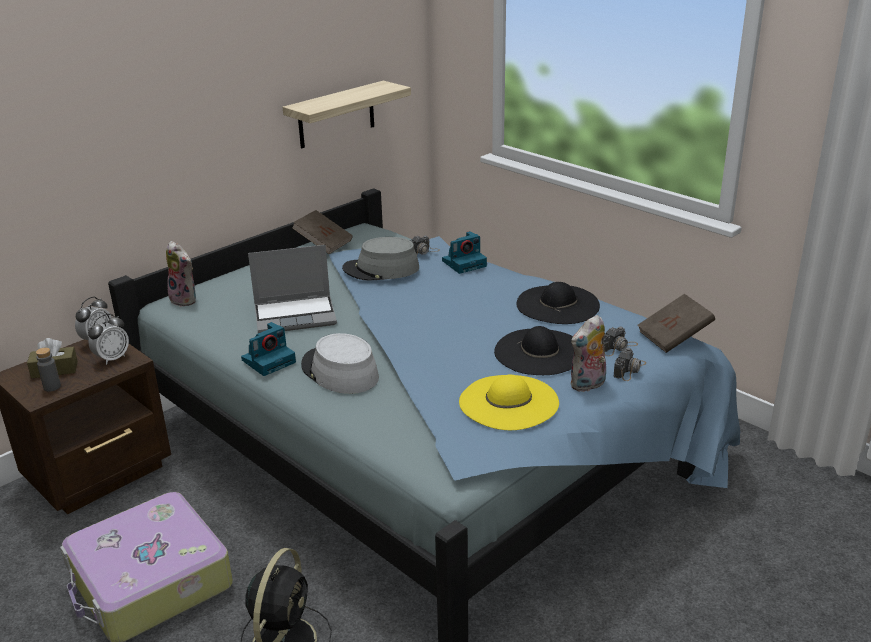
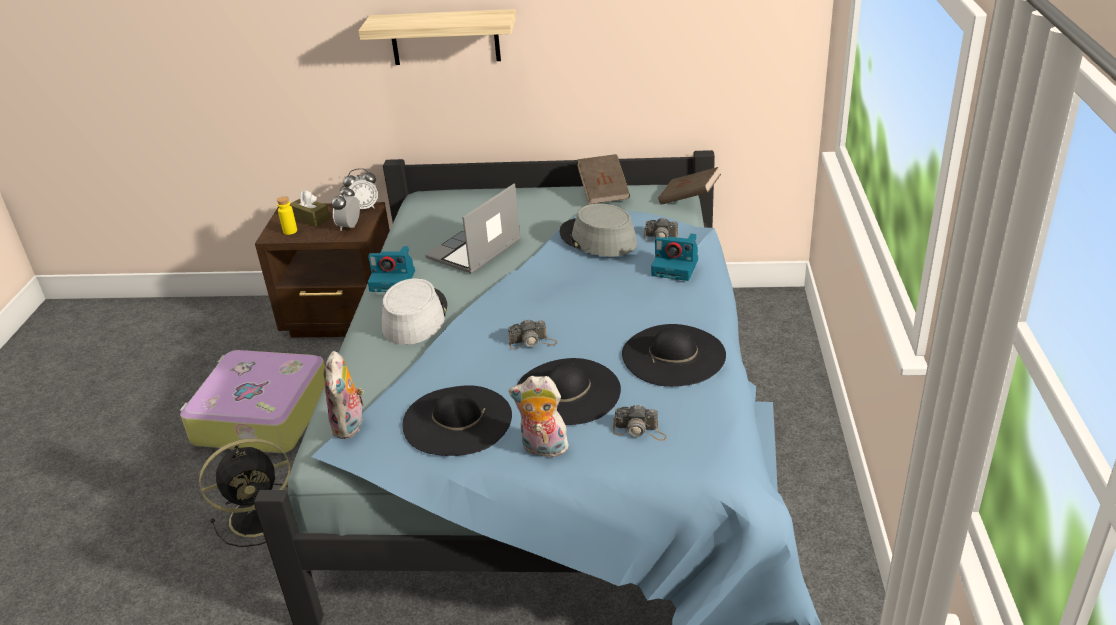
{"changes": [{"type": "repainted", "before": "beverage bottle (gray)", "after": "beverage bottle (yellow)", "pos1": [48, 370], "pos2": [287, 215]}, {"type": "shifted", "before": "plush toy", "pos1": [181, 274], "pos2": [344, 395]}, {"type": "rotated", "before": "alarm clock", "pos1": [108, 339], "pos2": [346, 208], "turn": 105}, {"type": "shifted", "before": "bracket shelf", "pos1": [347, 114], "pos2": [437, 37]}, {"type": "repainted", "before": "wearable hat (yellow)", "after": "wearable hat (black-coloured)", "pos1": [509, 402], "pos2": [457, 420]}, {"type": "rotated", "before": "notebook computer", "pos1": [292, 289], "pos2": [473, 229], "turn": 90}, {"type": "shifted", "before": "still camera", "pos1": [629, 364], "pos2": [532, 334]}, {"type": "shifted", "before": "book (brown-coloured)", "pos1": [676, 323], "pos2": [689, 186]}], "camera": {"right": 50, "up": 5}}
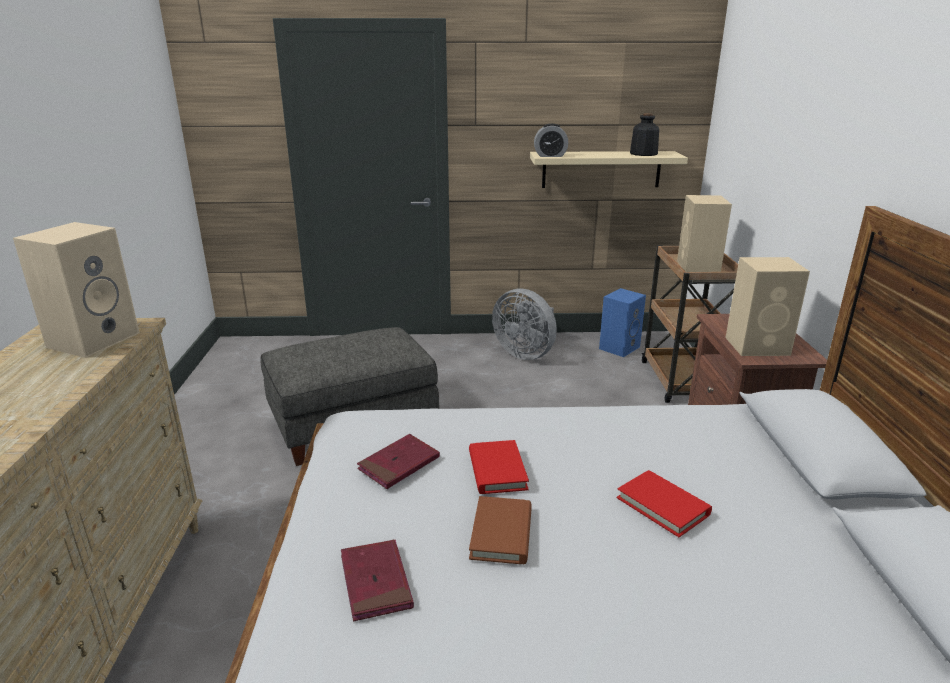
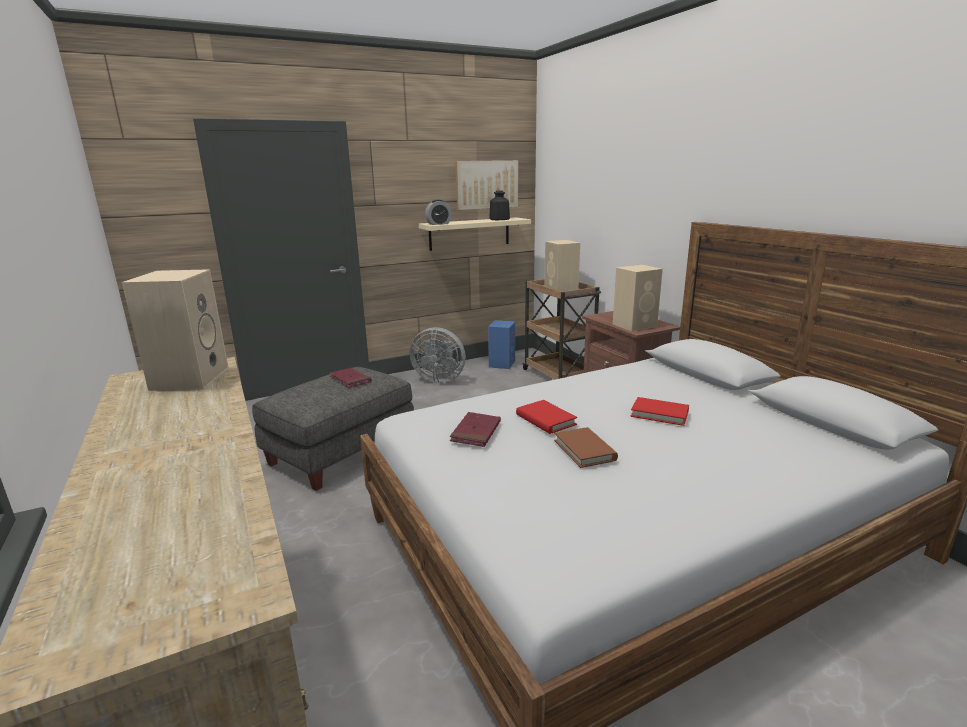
{"changes": [{"type": "shifted", "before": "book (red-coloured)", "pos1": [377, 580], "pos2": [350, 378]}, {"type": "new", "after": "picture", "pos2": [486, 185]}], "camera": {"right": -25, "up": -5}}
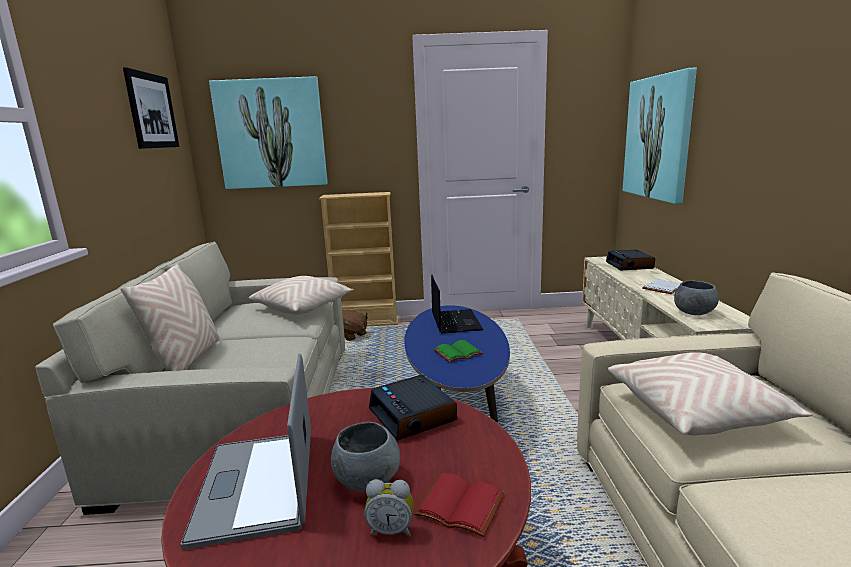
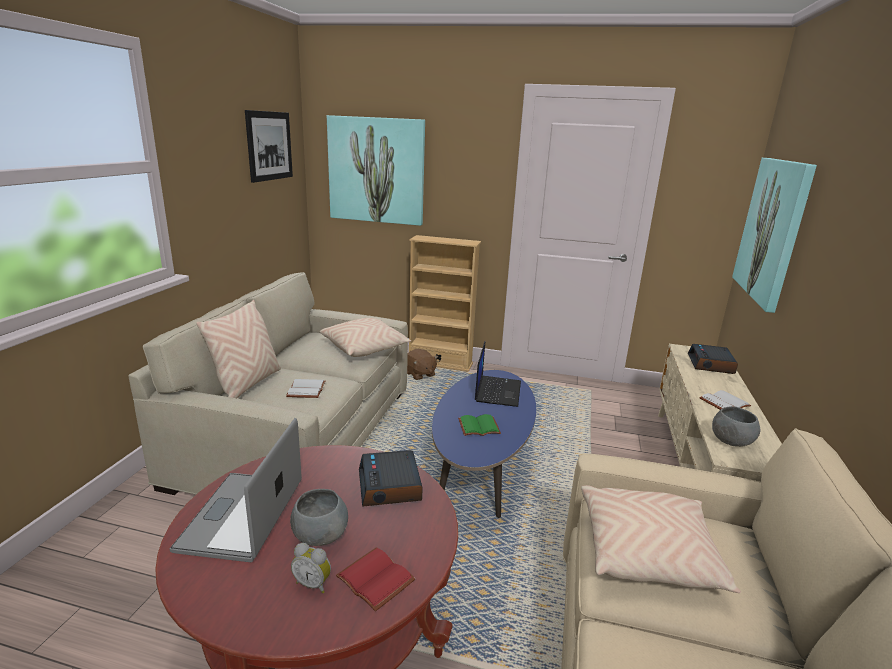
{"changes": [{"type": "new", "after": "book (white-coloured)", "pos2": [306, 388]}], "camera": {"right": 15, "up": 5}}
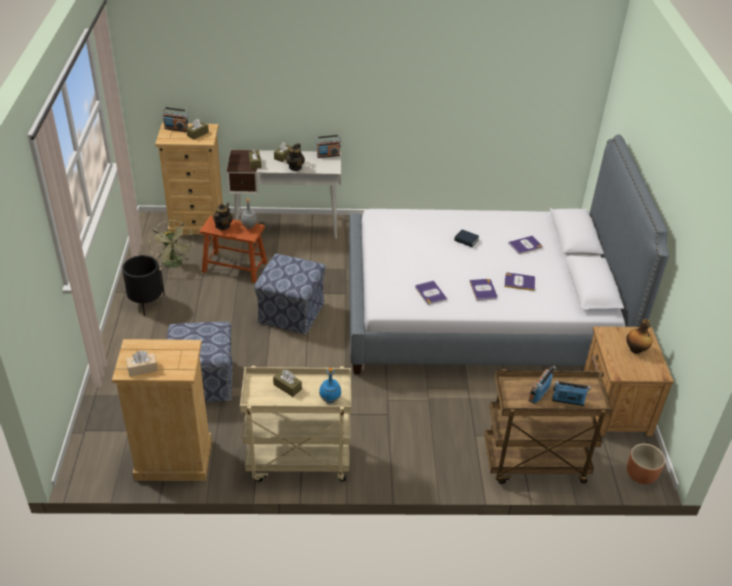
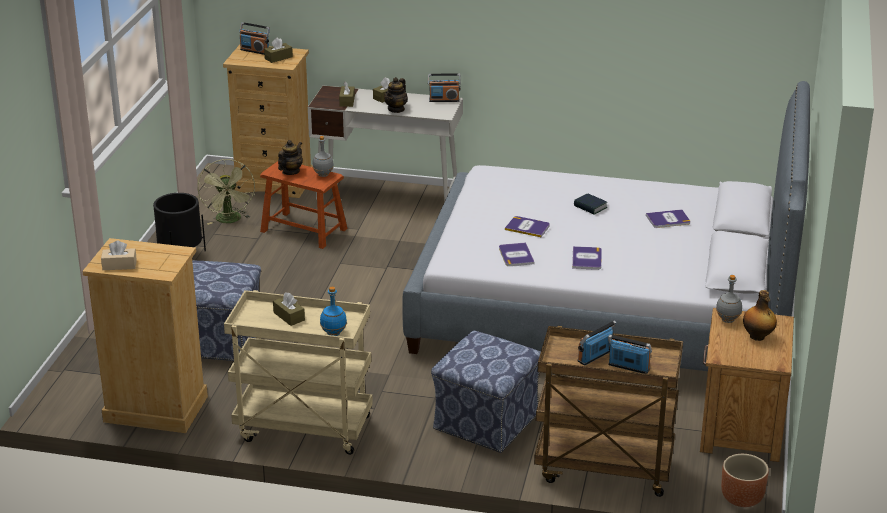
{"changes": [{"type": "shifted", "before": "ottoman", "pos1": [290, 294], "pos2": [486, 392]}, {"type": "shifted", "before": "book", "pos1": [519, 282], "pos2": [527, 226]}, {"type": "new", "after": "beverage bottle (gray)", "pos2": [729, 299]}], "camera": {"right": 15, "up": -10}}
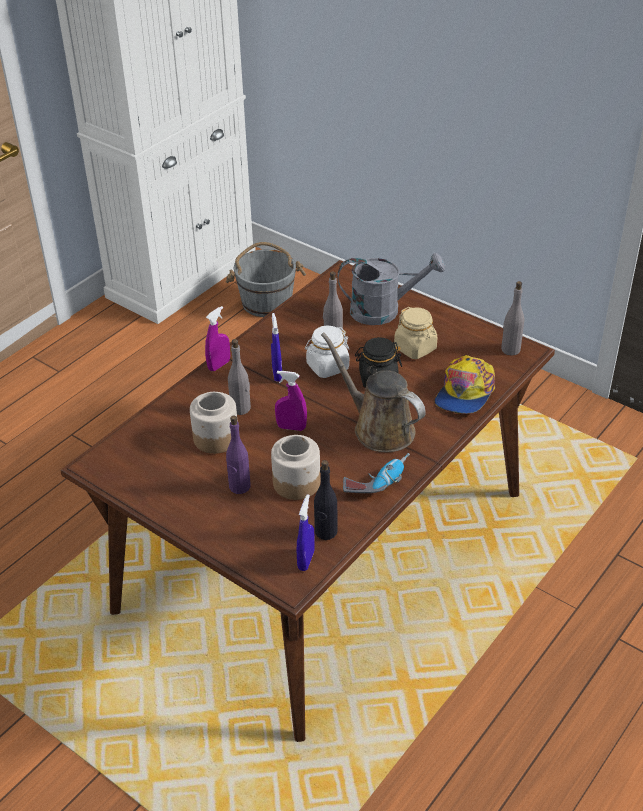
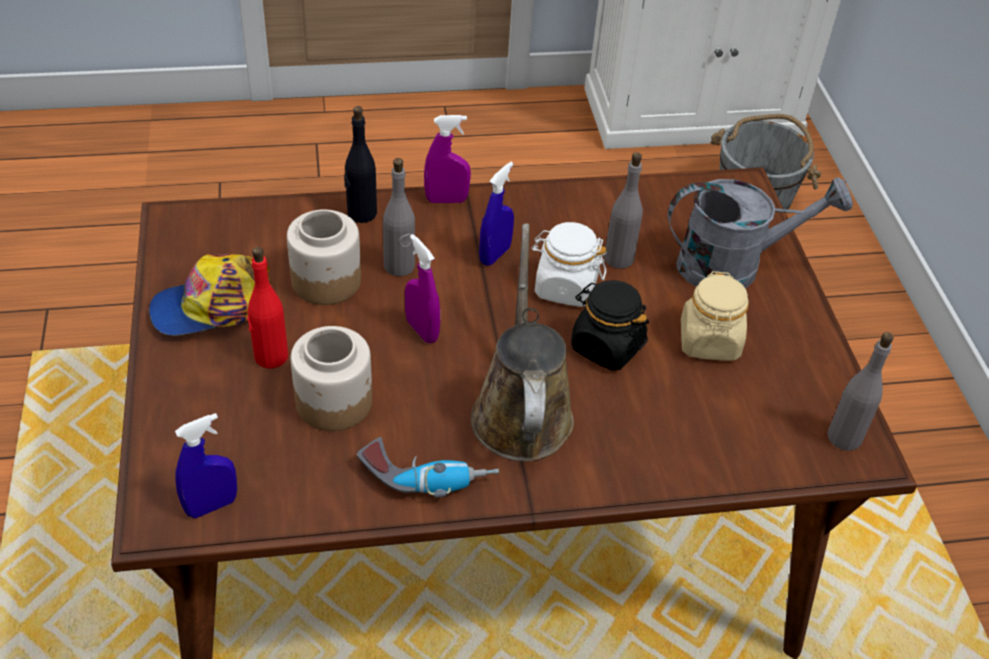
{"changes": [{"type": "shifted", "before": "baseball cap", "pos1": [465, 384], "pos2": [210, 295]}, {"type": "repainted", "before": "beverage bottle (purplish)", "after": "beverage bottle (red-coloured)", "pos1": [238, 454], "pos2": [267, 307]}, {"type": "shifted", "before": "beverage bottle (black-coloured)", "pos1": [326, 500], "pos2": [360, 164]}, {"type": "rotated", "before": "sprinkling can (gray)", "pos1": [391, 289], "pos2": [760, 232], "turn": -45}], "camera": {"right": 40, "up": 5}}
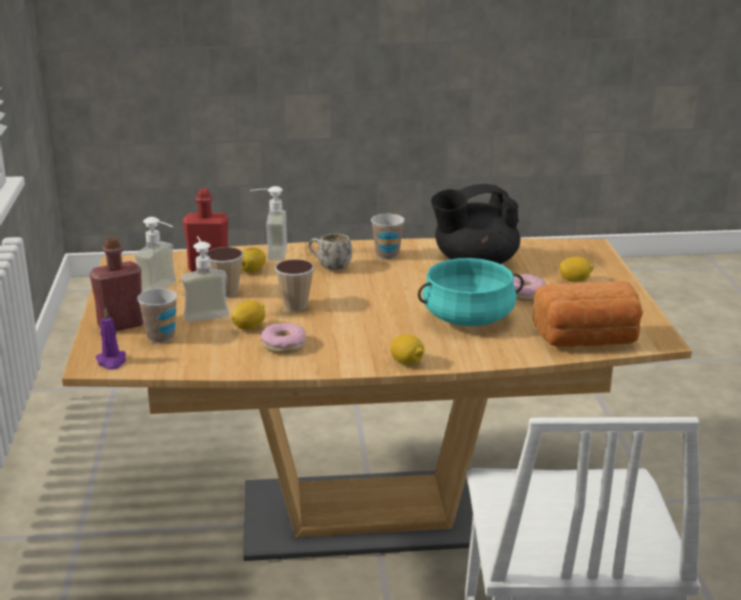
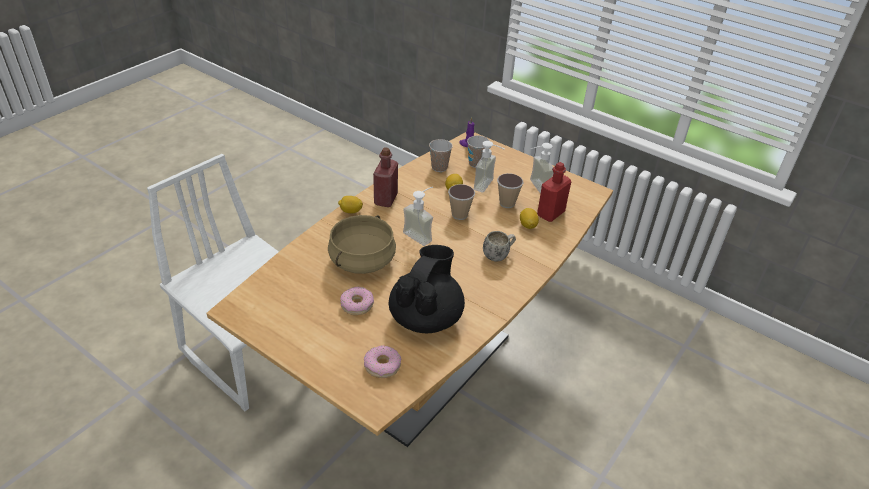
{"changes": [{"type": "repainted", "before": "cooking pot (blue-green)", "after": "cooking pot (beige)", "pos1": [471, 292], "pos2": [362, 244]}, {"type": "shifted", "before": "ring doughnut", "pos1": [283, 338], "pos2": [382, 361]}, {"type": "shifted", "before": "beverage bottle (red-coloured)", "pos1": [117, 284], "pos2": [385, 177]}, {"type": "shifted", "before": "liquid soap bottle", "pos1": [268, 223], "pos2": [418, 216]}, {"type": "shifted", "before": "drinking cup", "pos1": [388, 237], "pos2": [441, 155]}, {"type": "gone", "before": "bread", "pos1": [588, 314]}, {"type": "gone", "before": "lemon", "pos1": [576, 269]}], "camera": {"right": 130, "up": 15}}
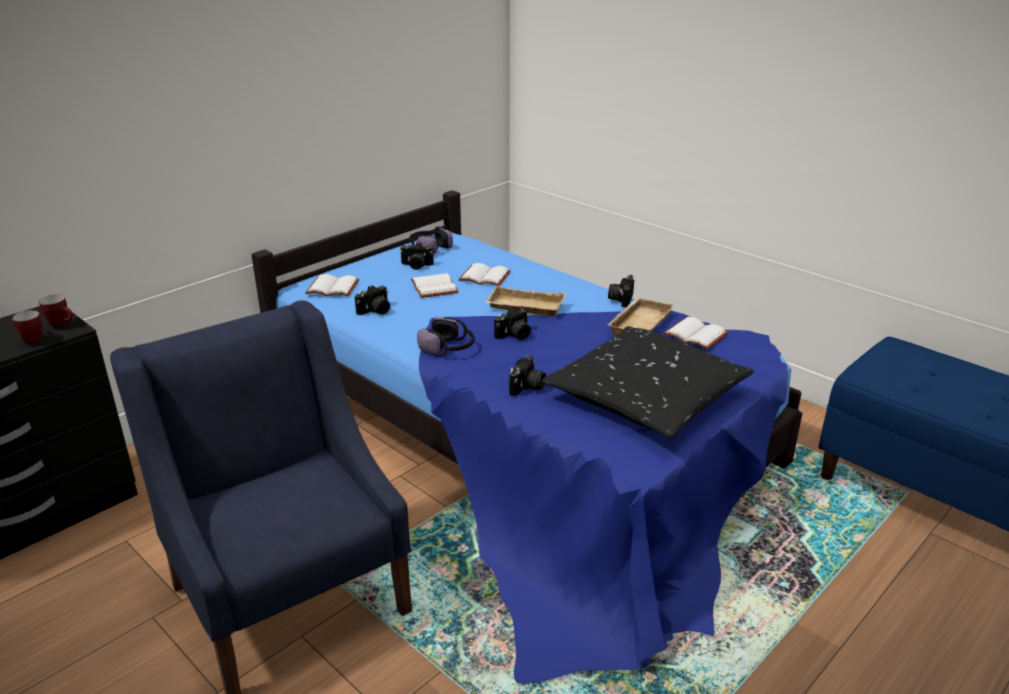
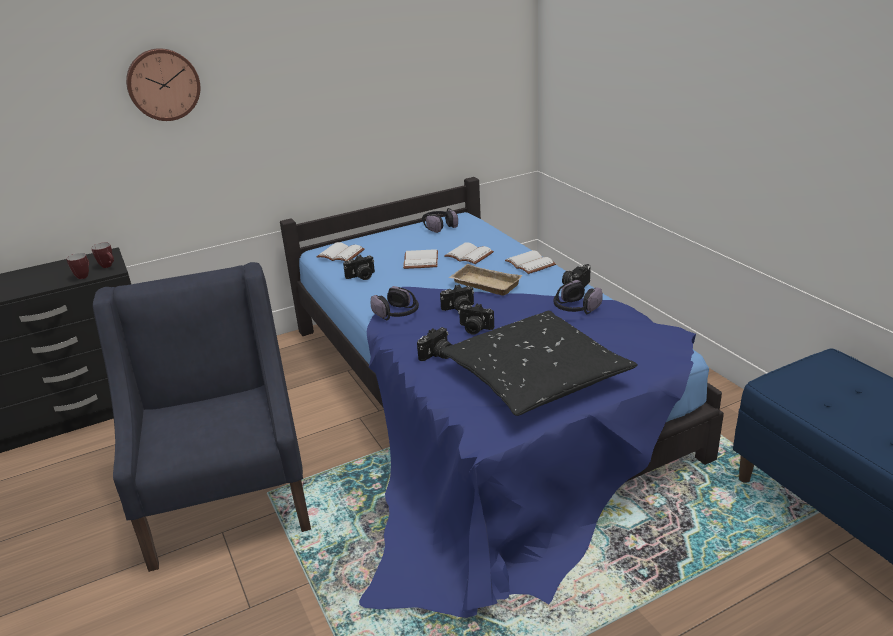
{"changes": [{"type": "new", "after": "hanging clock", "pos2": [163, 84]}, {"type": "shifted", "before": "still camera", "pos1": [417, 256], "pos2": [476, 319]}, {"type": "shifted", "before": "book (white-coloured)", "pos1": [696, 333], "pos2": [530, 262]}, {"type": "swapped", "before": "carrying tray (beige)", "after": "pair of headphones", "pos1": [641, 316], "pos2": [578, 297]}], "camera": {"right": 20, "up": 0}}
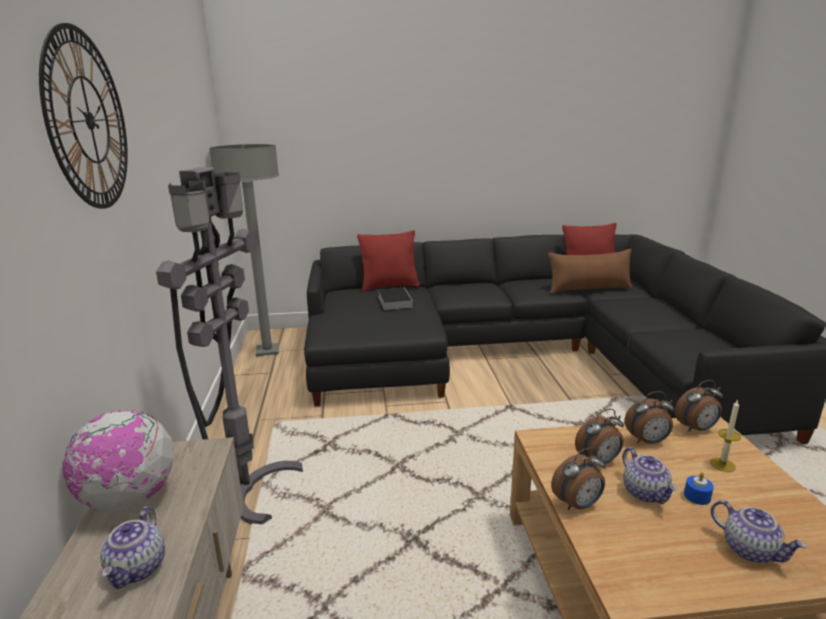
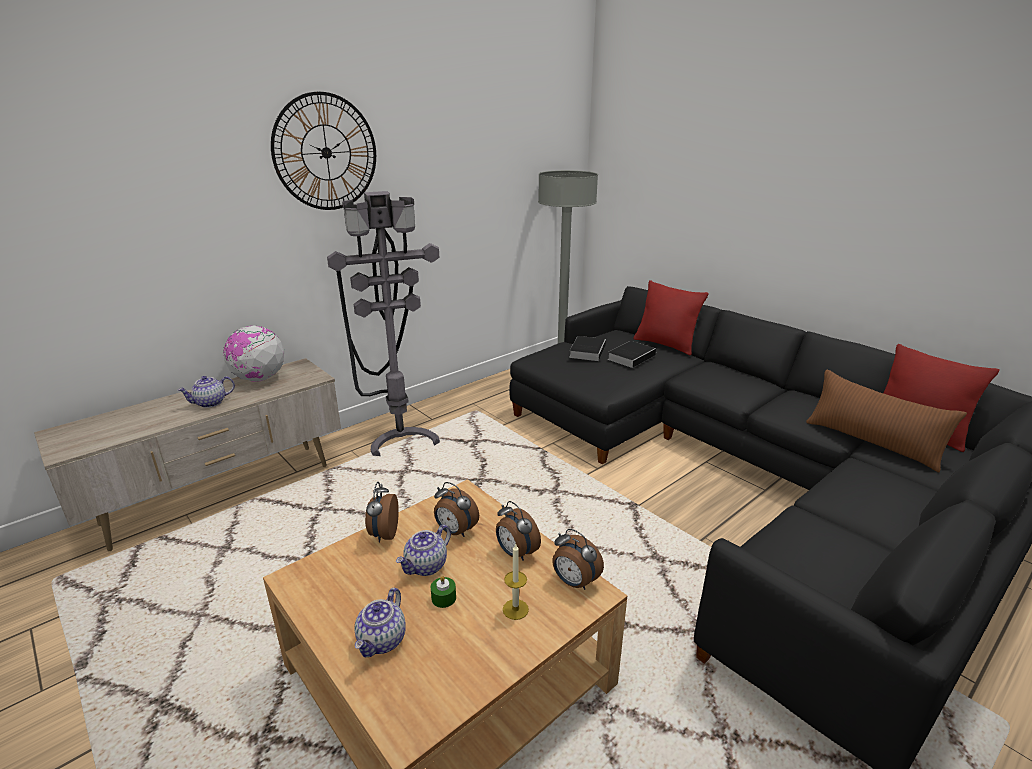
{"changes": [{"type": "rotated", "before": "alarm clock", "pos1": [578, 478], "pos2": [382, 512], "turn": 60}, {"type": "repainted", "before": "wax candle (bluish)", "after": "wax candle (green-coloured)", "pos1": [699, 488], "pos2": [443, 592]}, {"type": "new", "after": "book", "pos2": [587, 348]}], "camera": {"right": 55, "up": 5}}
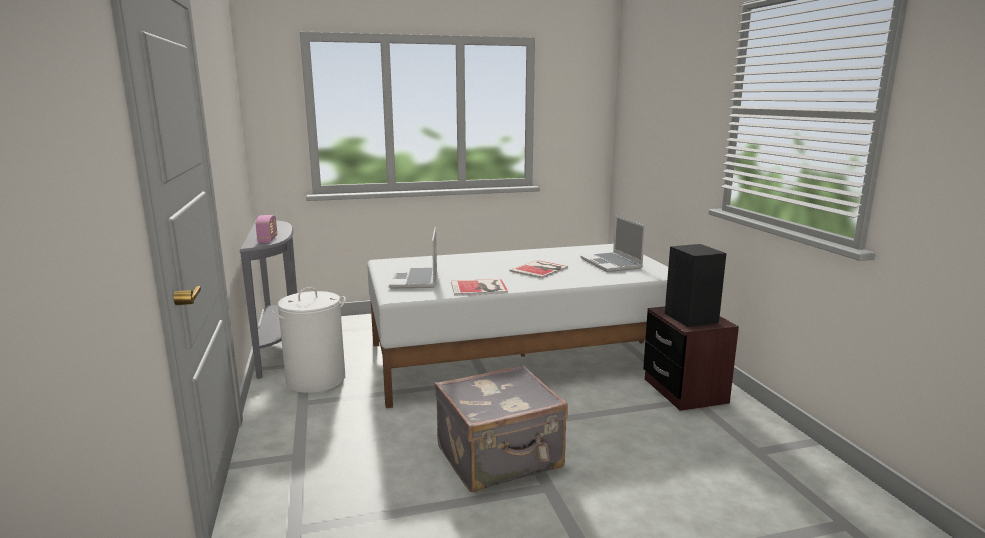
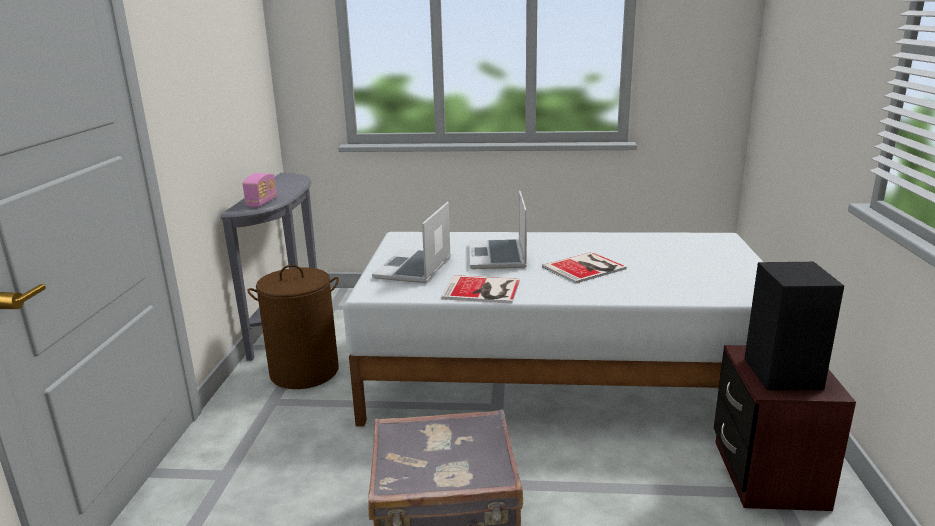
{"changes": [{"type": "repainted", "before": "hamper (white-coloured)", "after": "hamper (brown-coloured)", "pos1": [308, 340], "pos2": [293, 327]}, {"type": "shifted", "before": "notebook computer", "pos1": [613, 244], "pos2": [498, 229]}], "camera": {"right": 20, "up": 5}}
